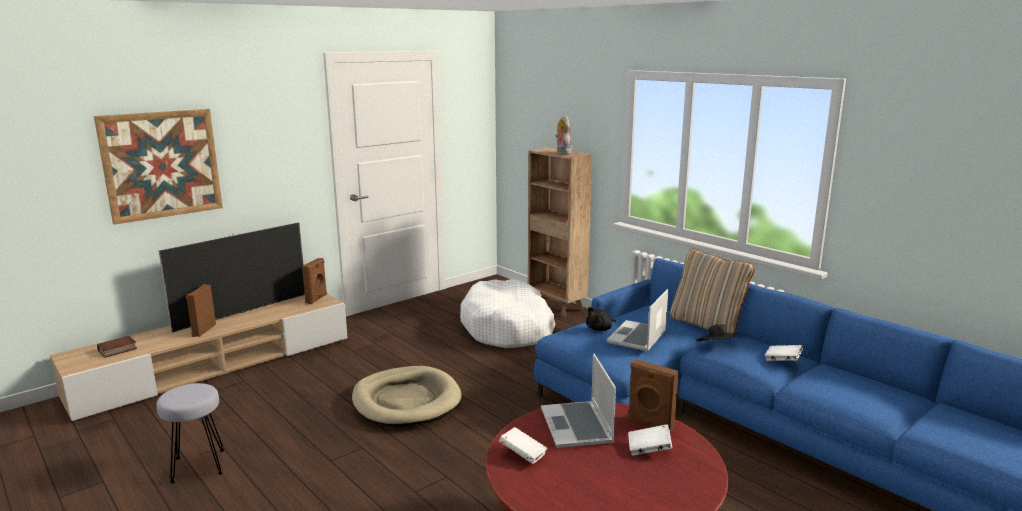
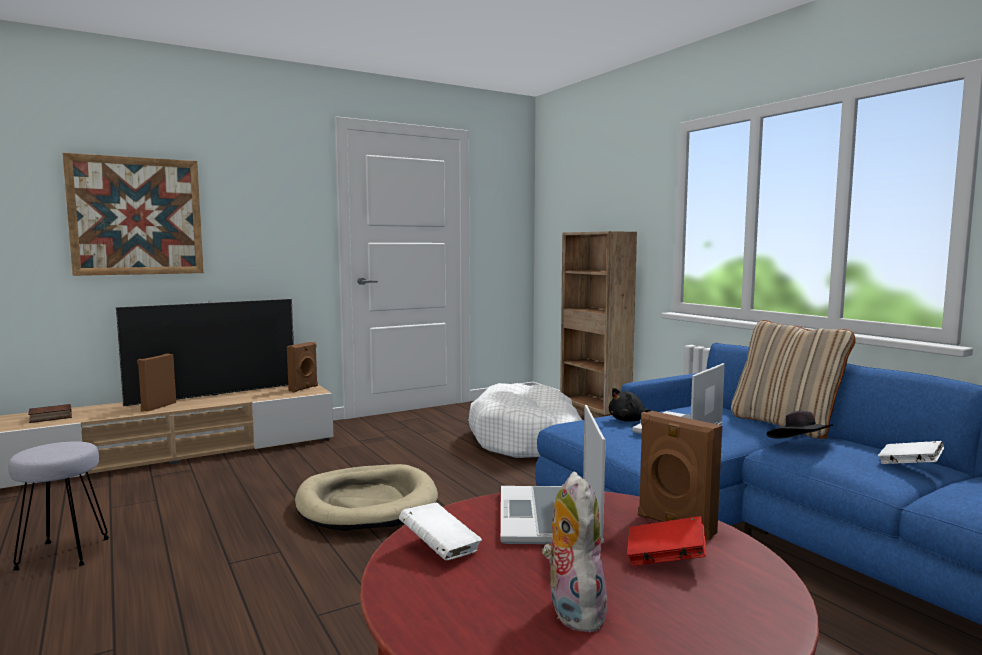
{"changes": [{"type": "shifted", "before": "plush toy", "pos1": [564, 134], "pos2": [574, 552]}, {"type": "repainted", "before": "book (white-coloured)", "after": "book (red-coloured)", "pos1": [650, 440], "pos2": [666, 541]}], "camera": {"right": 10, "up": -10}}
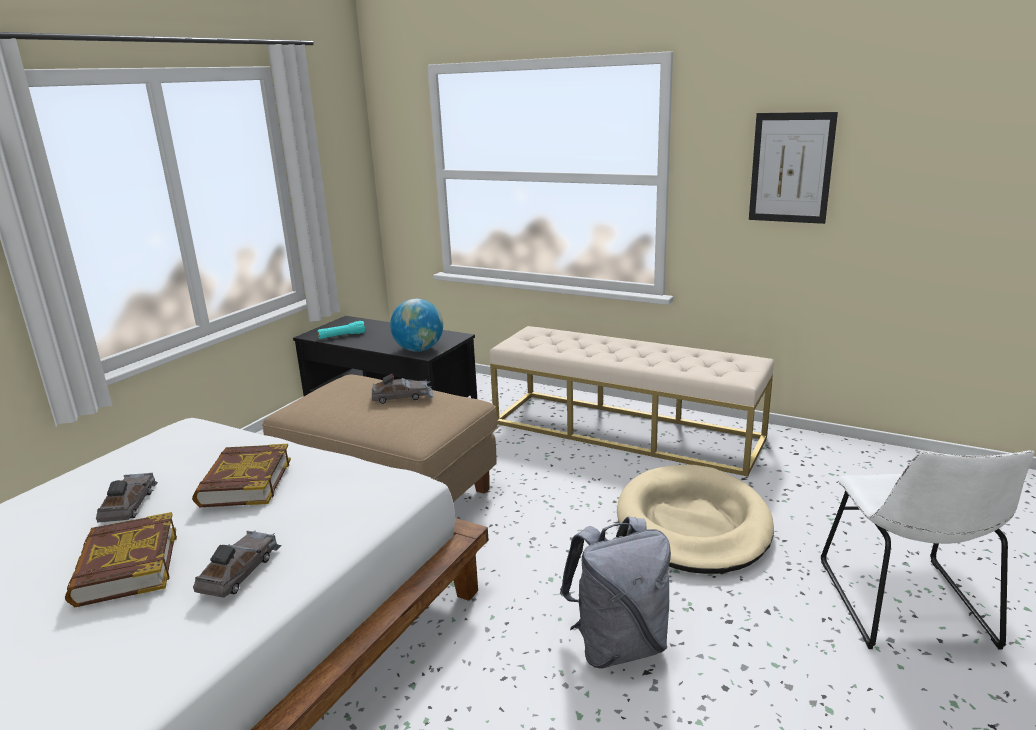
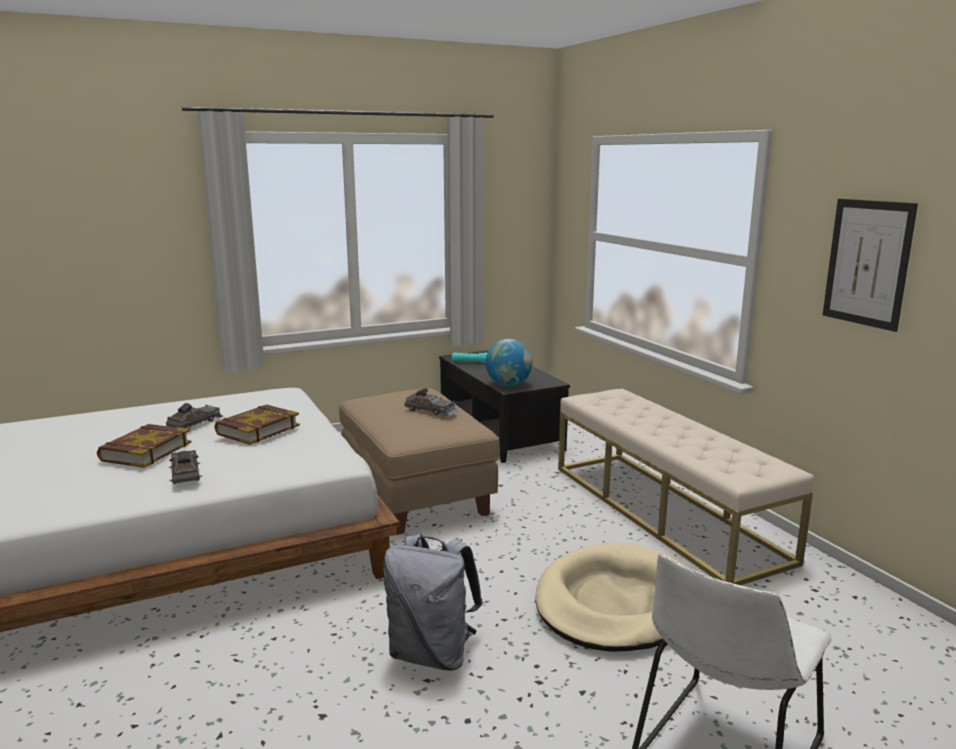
{"changes": [{"type": "rotated", "before": "model car (gray)", "pos1": [237, 564], "pos2": [185, 467], "turn": -75}], "camera": {"right": 35, "up": -5}}
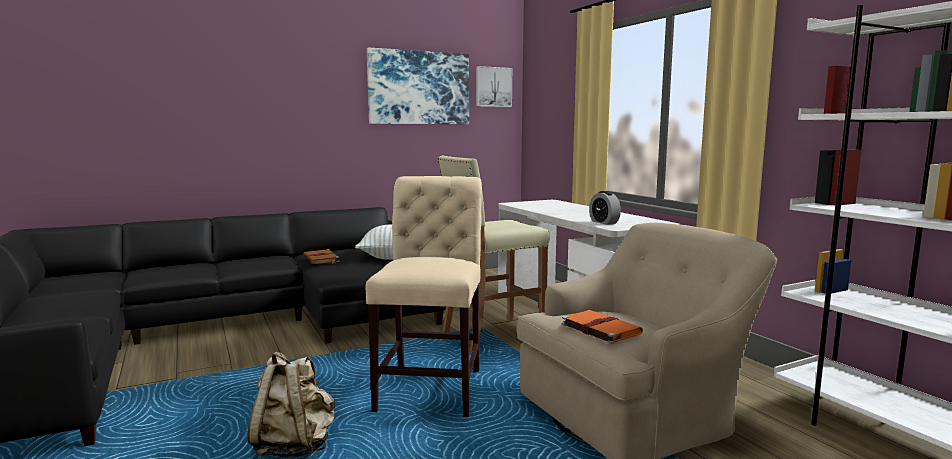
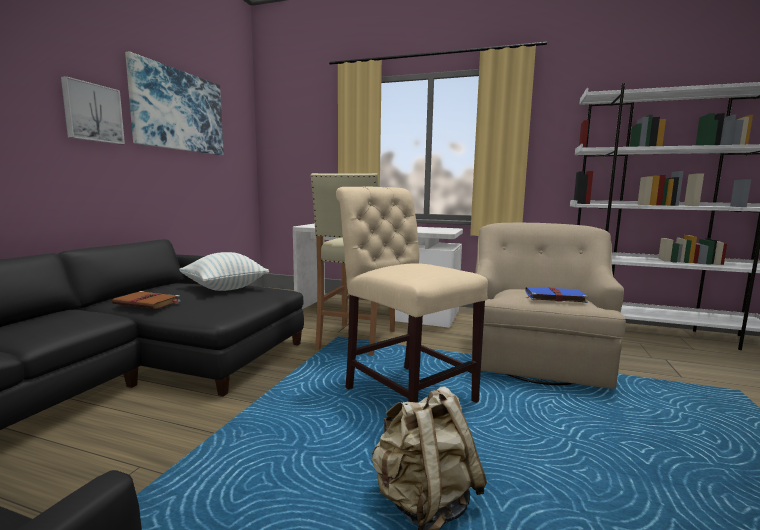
{"changes": [{"type": "shifted", "before": "picture", "pos1": [494, 86], "pos2": [93, 110]}, {"type": "repainted", "before": "book (orange-coloured)", "after": "book (bluish)", "pos1": [602, 327], "pos2": [557, 295]}, {"type": "gone", "before": "alarm clock", "pos1": [605, 208]}], "camera": {"right": -45, "up": 0}}
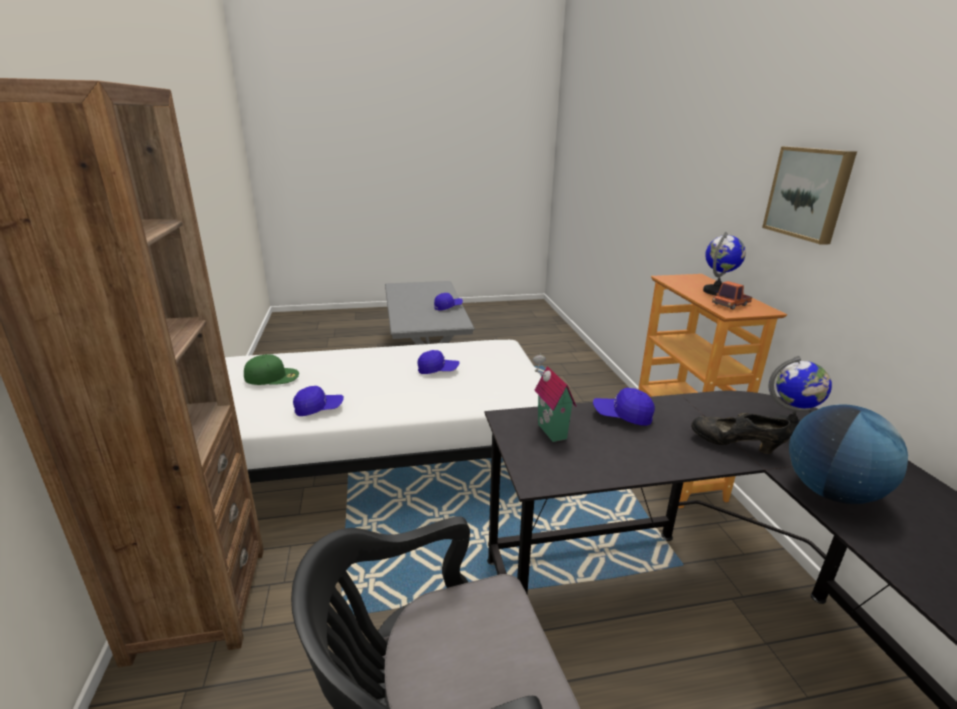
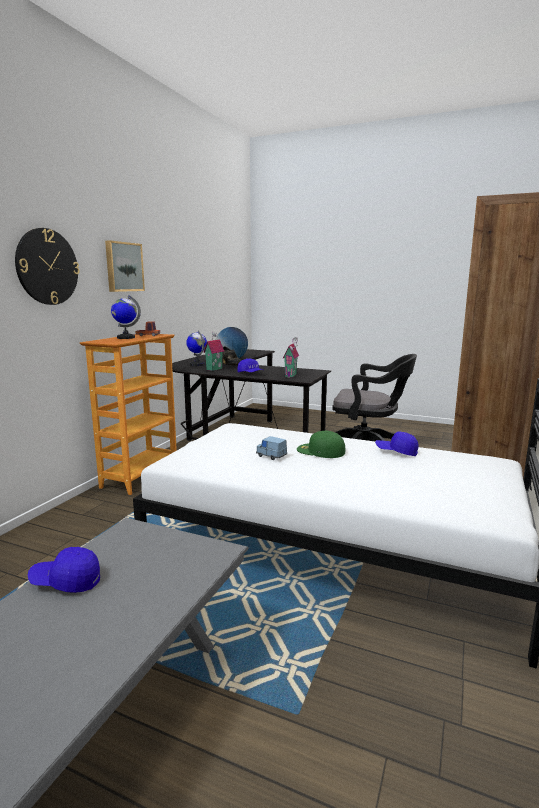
{"changes": [{"type": "new", "after": "hanging clock", "pos2": [47, 266]}, {"type": "new", "after": "toy house", "pos2": [213, 351]}, {"type": "swapped", "before": "baseball cap (bluish)", "after": "model car (bluish)", "pos1": [438, 362], "pos2": [271, 448]}, {"type": "shifted", "before": "baseball cap (green-coloured)", "pos1": [271, 369], "pos2": [321, 444]}], "camera": {"right": -145, "up": -10}}
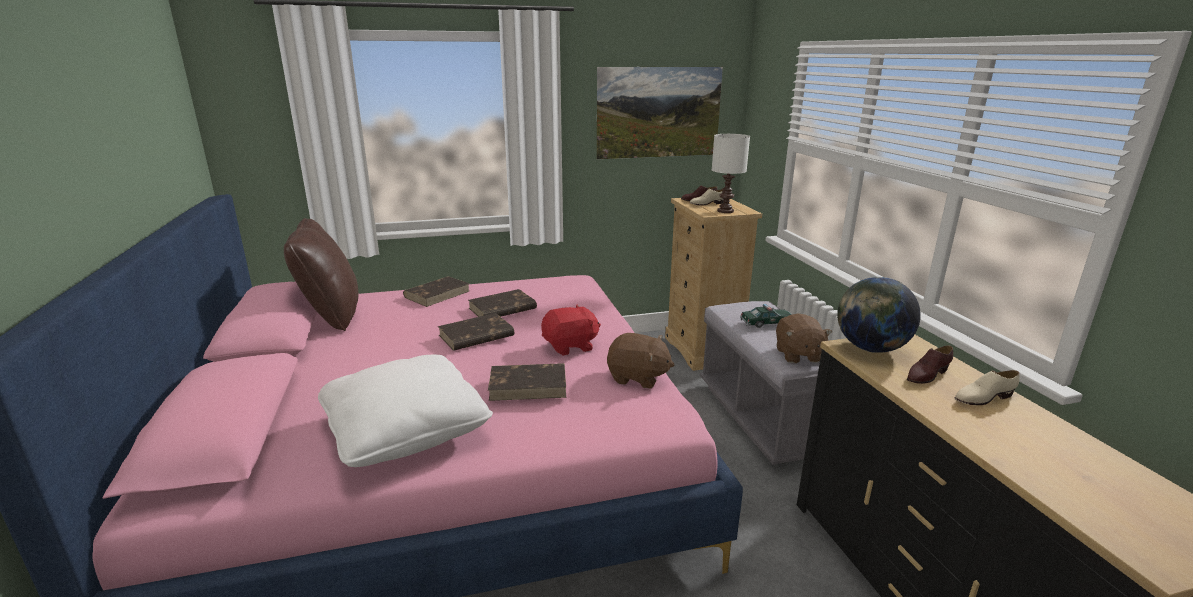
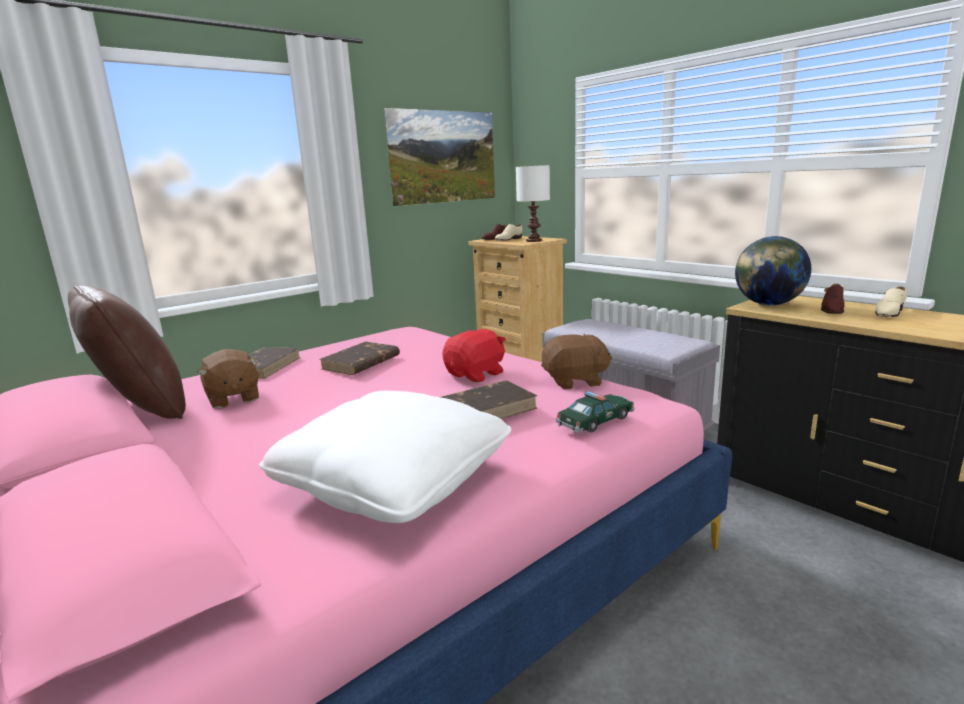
{"changes": [{"type": "shifted", "before": "plush toy (brown-coloured)", "pos1": [804, 338], "pos2": [228, 379]}, {"type": "shifted", "before": "model car", "pos1": [766, 316], "pos2": [595, 412]}, {"type": "gone", "before": "book (brown-coloured)", "pos1": [476, 332]}], "camera": {"right": -25, "up": -5}}
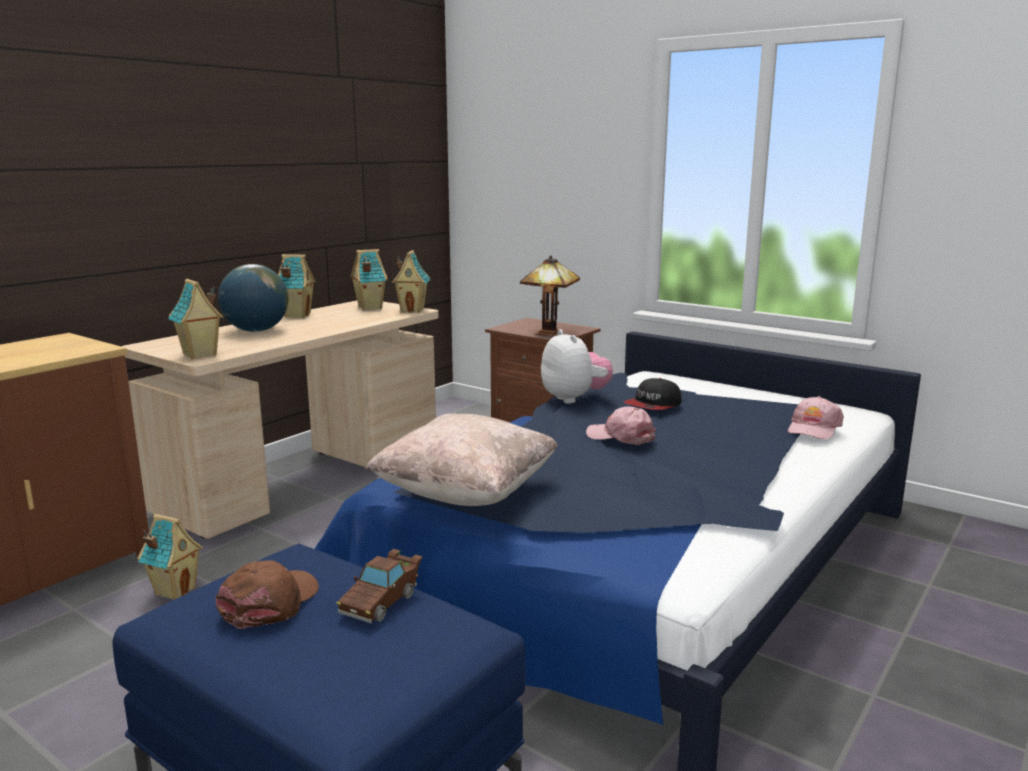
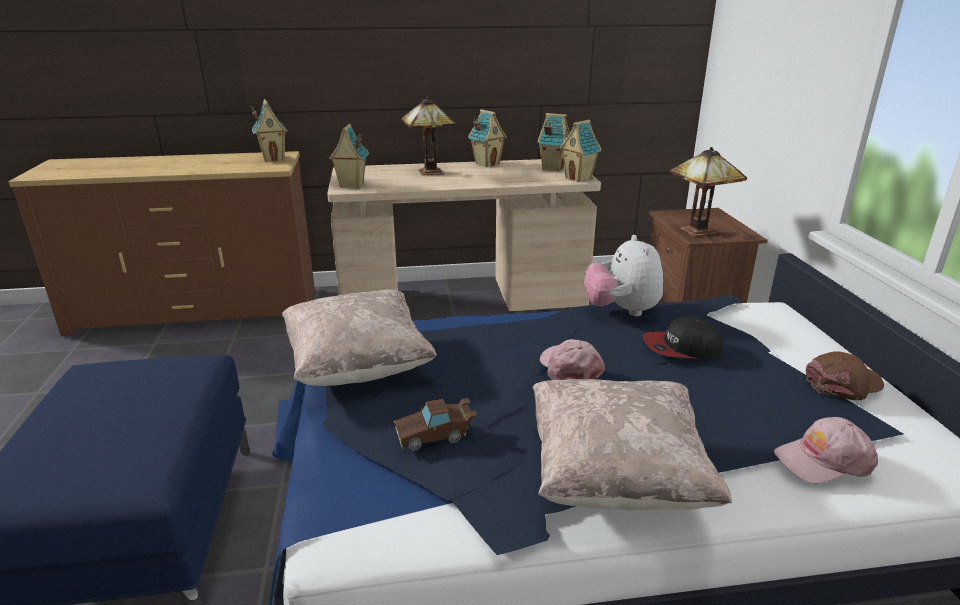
{"changes": [{"type": "shifted", "before": "toy house", "pos1": [170, 557], "pos2": [270, 130]}, {"type": "shifted", "before": "model car (brown-coloured)", "pos1": [379, 586], "pos2": [435, 424]}, {"type": "swapped", "before": "desk globe", "after": "tabletop lamp", "pos1": [253, 298], "pos2": [428, 136]}, {"type": "new", "after": "cushion (beige)", "pos2": [632, 445]}, {"type": "rotated", "before": "plush toy", "pos1": [577, 366], "pos2": [623, 276], "turn": 150}, {"type": "shifted", "before": "baseball cap (brown-coloured)", "pos1": [267, 594], "pos2": [845, 375]}], "camera": {"right": 45, "up": 10}}
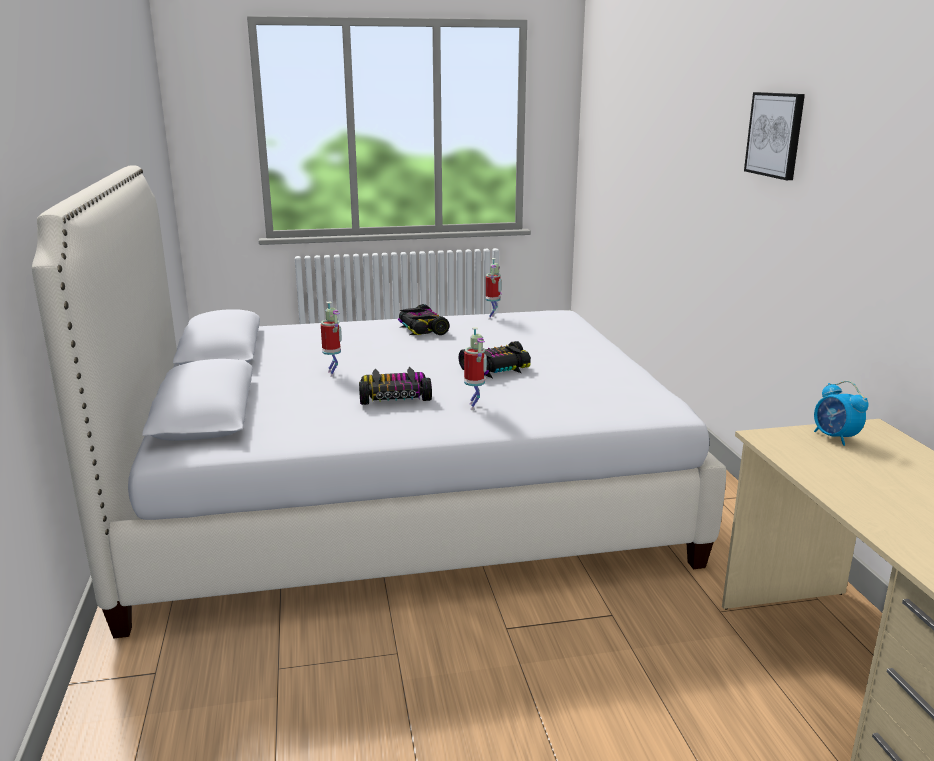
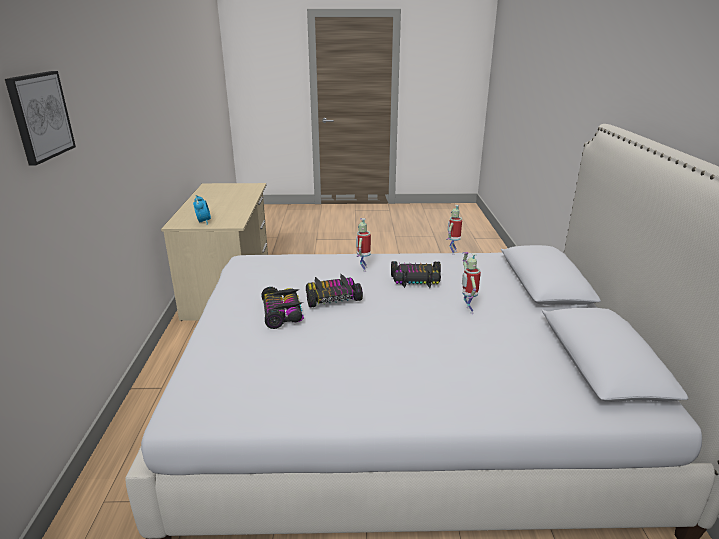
{"changes": [{"type": "shifted", "before": "model car", "pos1": [424, 319], "pos2": [282, 308]}, {"type": "shifted", "before": "model robot", "pos1": [494, 289], "pos2": [454, 230]}], "camera": {"right": -170, "up": 5}}
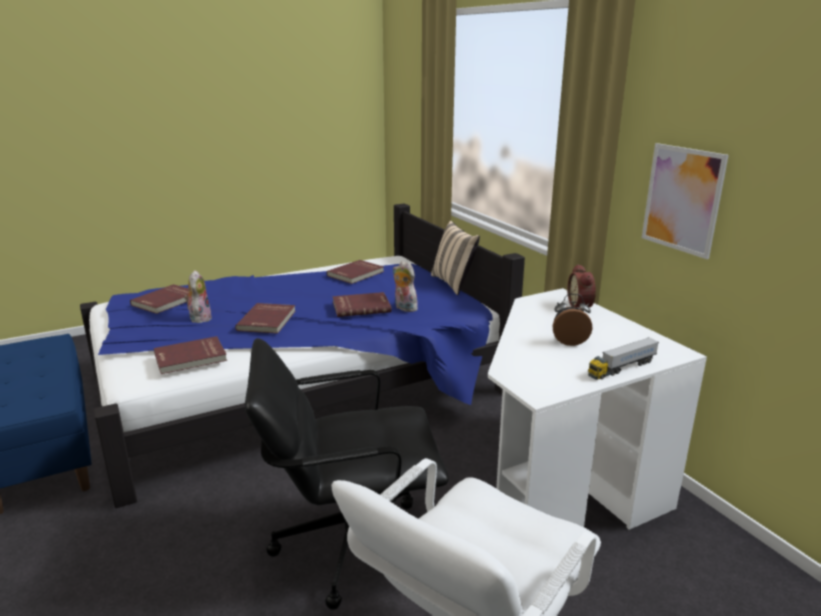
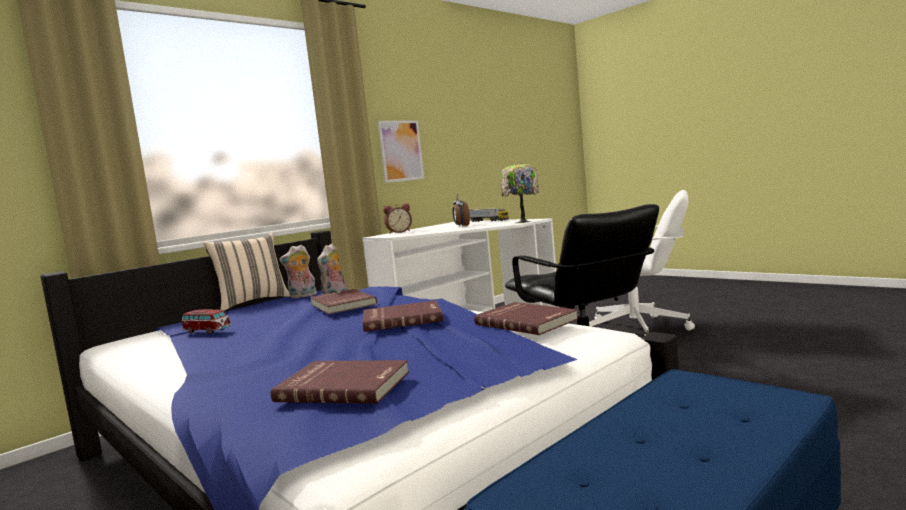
{"changes": [{"type": "swapped", "before": "book (red-coloured)", "after": "model car", "pos1": [355, 272], "pos2": [206, 321]}, {"type": "shifted", "before": "plush toy", "pos1": [198, 296], "pos2": [298, 272]}, {"type": "new", "after": "tabletop lamp", "pos2": [520, 193]}], "camera": {"right": -105, "up": -15}}
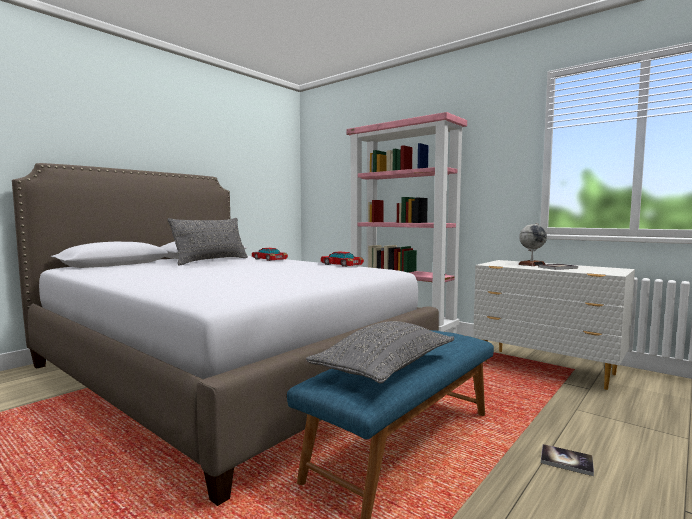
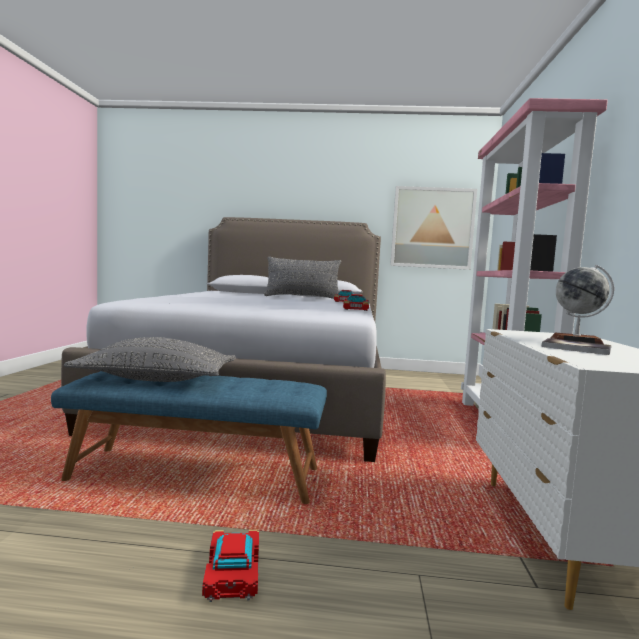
{"changes": [{"type": "swapped", "before": "book", "after": "model car", "pos1": [567, 460], "pos2": [230, 566]}, {"type": "new", "after": "picture", "pos2": [433, 228]}], "camera": {"right": 55, "up": 0}}
